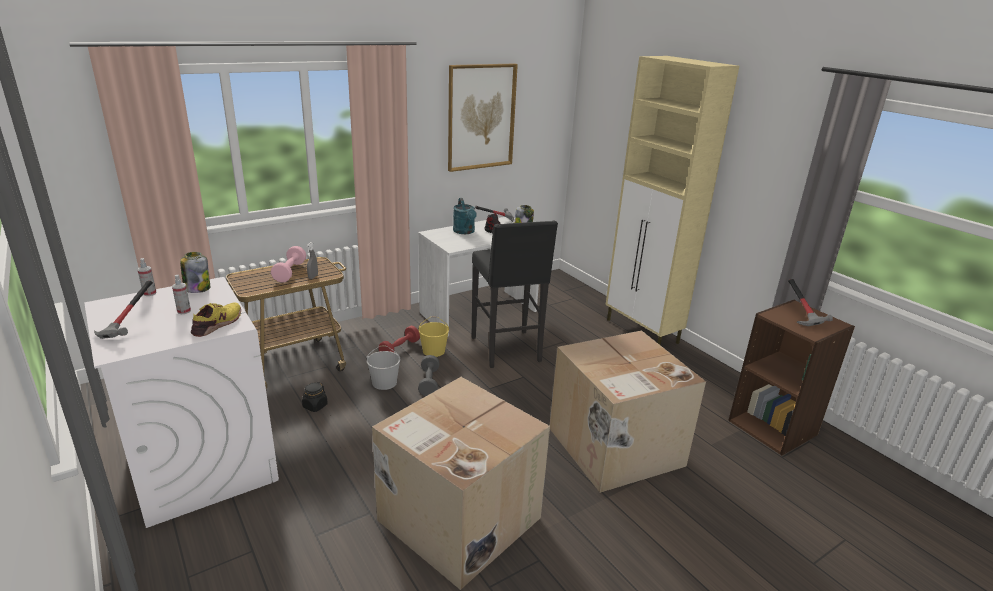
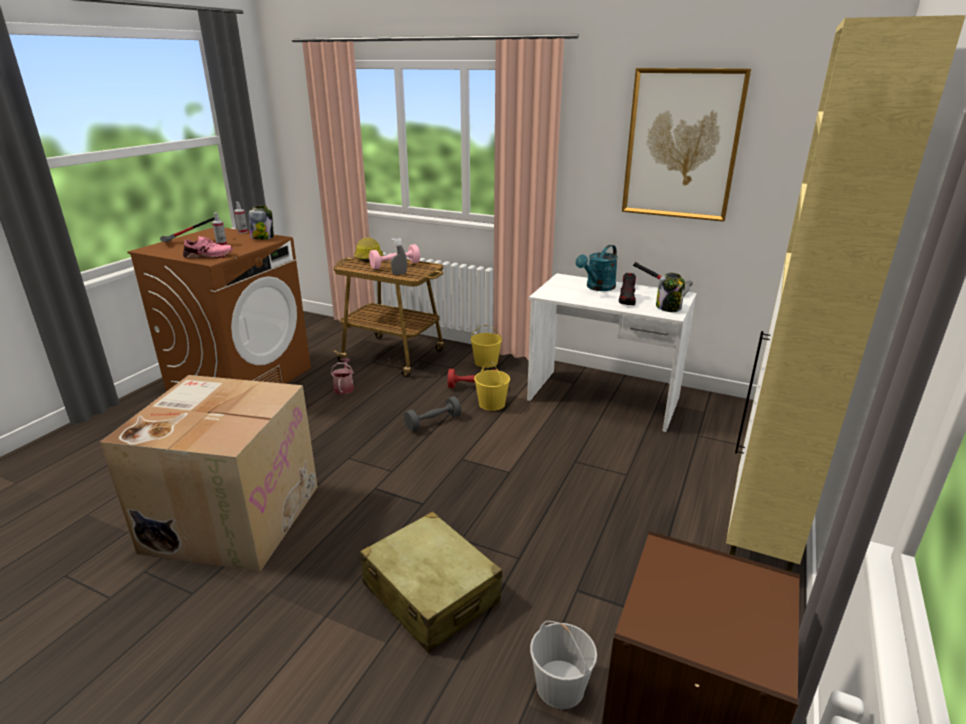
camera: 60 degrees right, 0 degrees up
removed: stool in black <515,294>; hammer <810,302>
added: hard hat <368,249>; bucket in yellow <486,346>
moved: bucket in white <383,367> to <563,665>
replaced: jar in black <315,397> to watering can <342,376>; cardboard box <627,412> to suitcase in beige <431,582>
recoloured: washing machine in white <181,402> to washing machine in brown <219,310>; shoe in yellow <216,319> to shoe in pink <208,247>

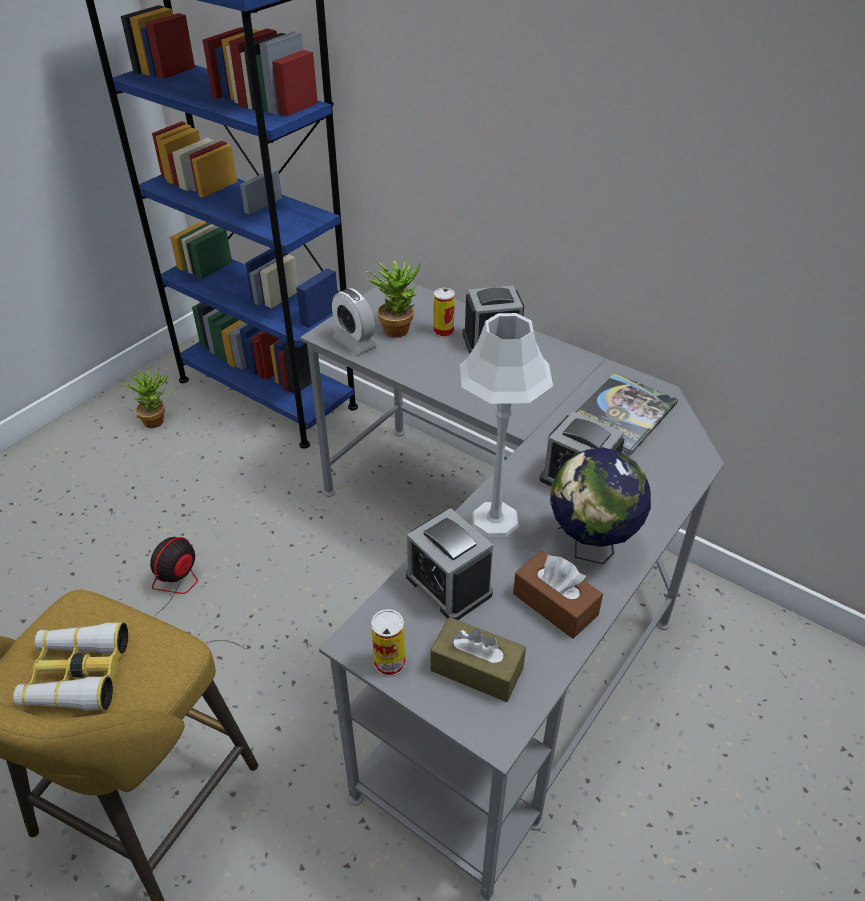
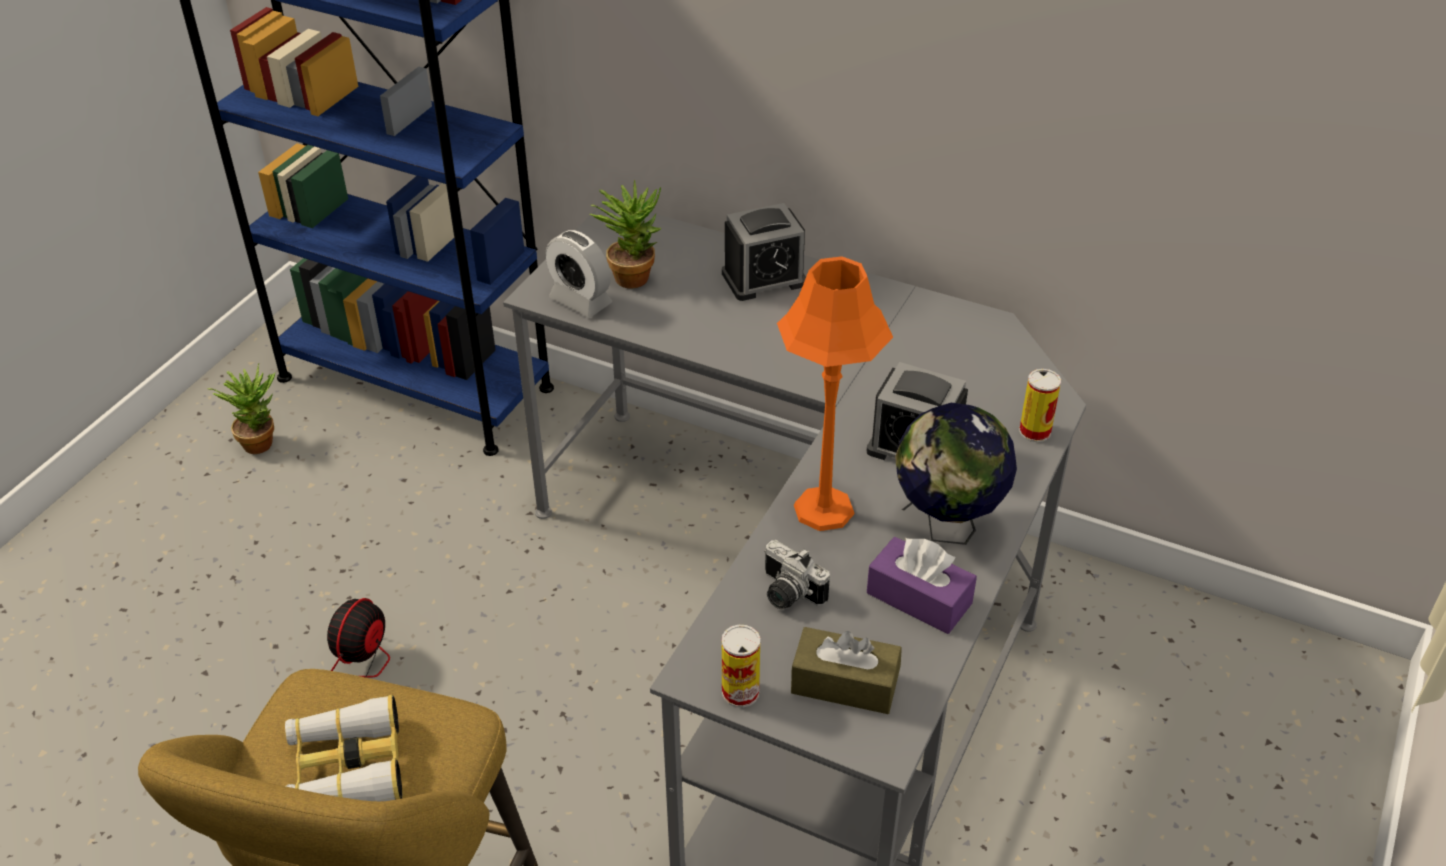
camera: 10 degrees left, 0 degrees up
removed: book <626,414>
moved: can <444,313> to <1040,405>
replaced: alarm clock <449,564> to photo camera <797,574>
recoloured: table lamp in grey <506,425> to table lamp in orange <835,393>; tissue box in brown <558,595> to tissue box in purple <922,585>

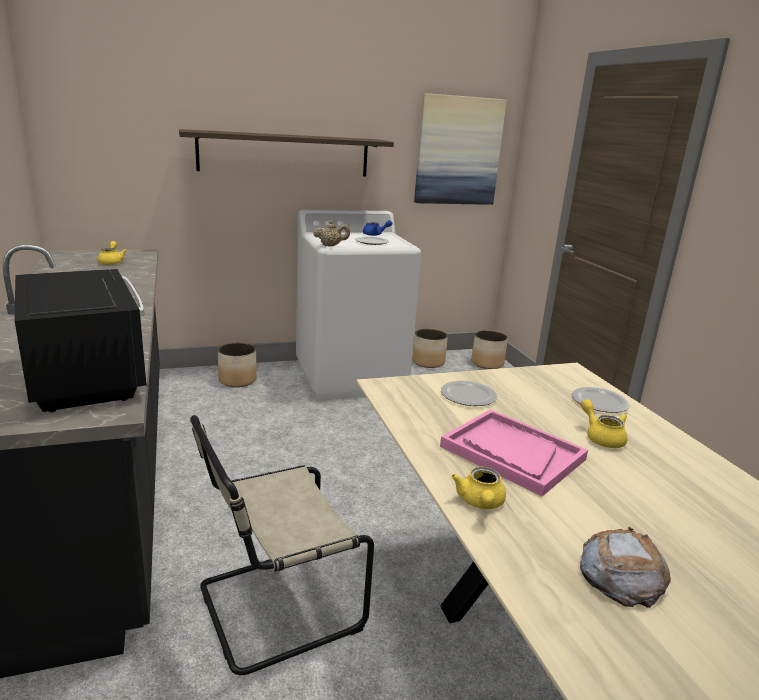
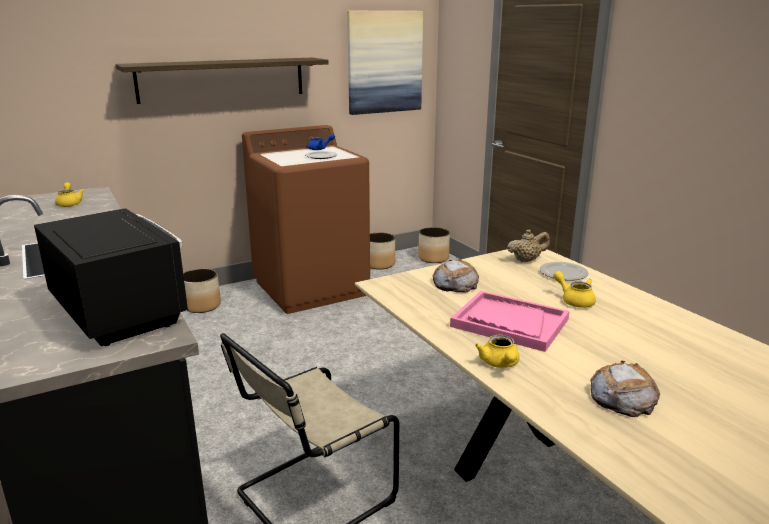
camera: 10 degrees left, 0 degrees up
moved: teapot in beige <331,233> to <528,245>
replaced: plate <469,393> to bread <456,276>
recoloured: washing machine in white <358,305> to washing machine in brown <306,219>

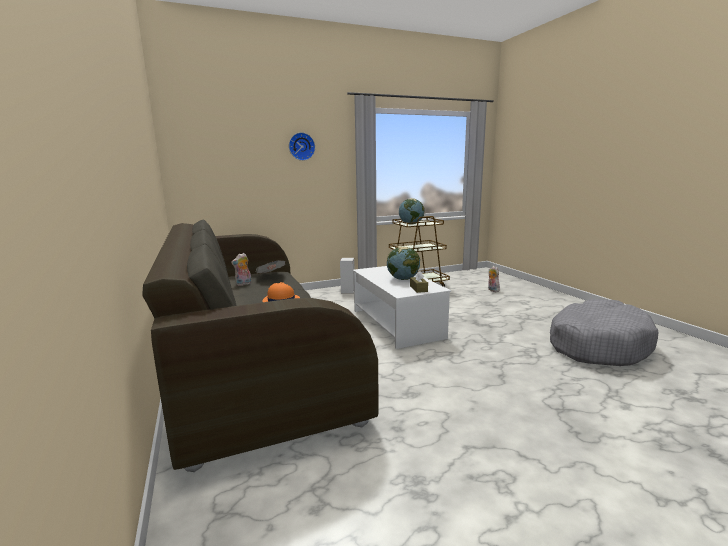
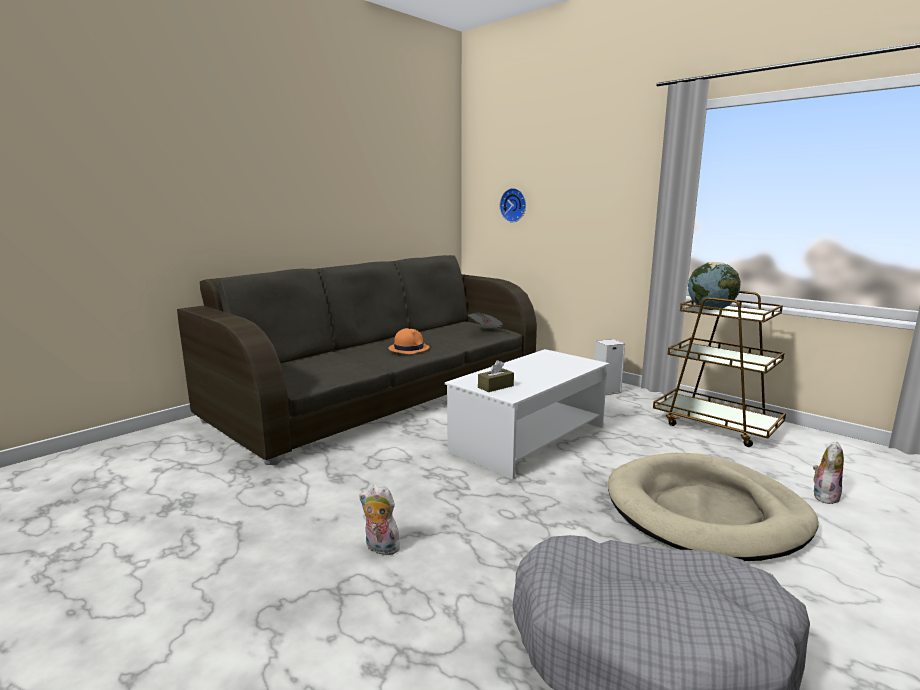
camera: 65 degrees right, 0 degrees up
removed: globe <403,263>
added: dog bed in beige <713,507>
moved: plush toy <241,269> to <379,520>; wall clock <302,146> to <513,205>

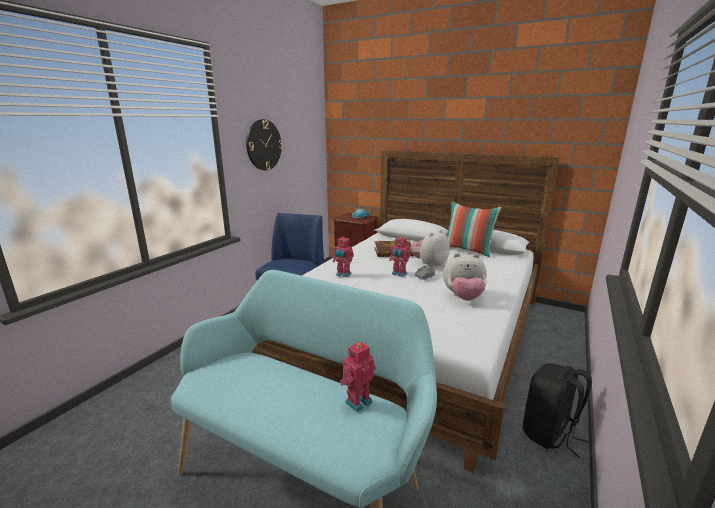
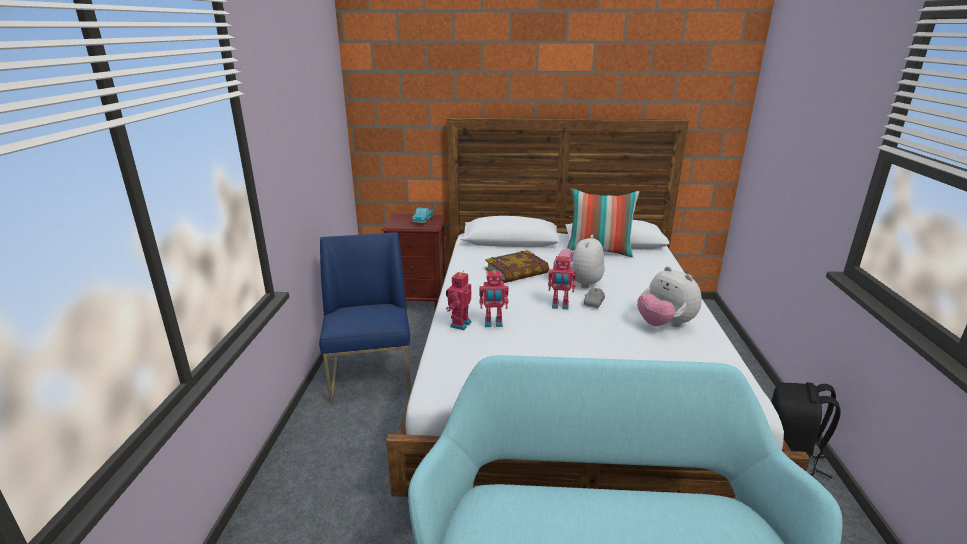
camera: 25 degrees left, 5 degrees up
removed: wall clock <264,144>
moved: toy robot <358,376> to <459,300>
turned: plush toy <465,277> = <669,296> 75 degrees clockwise

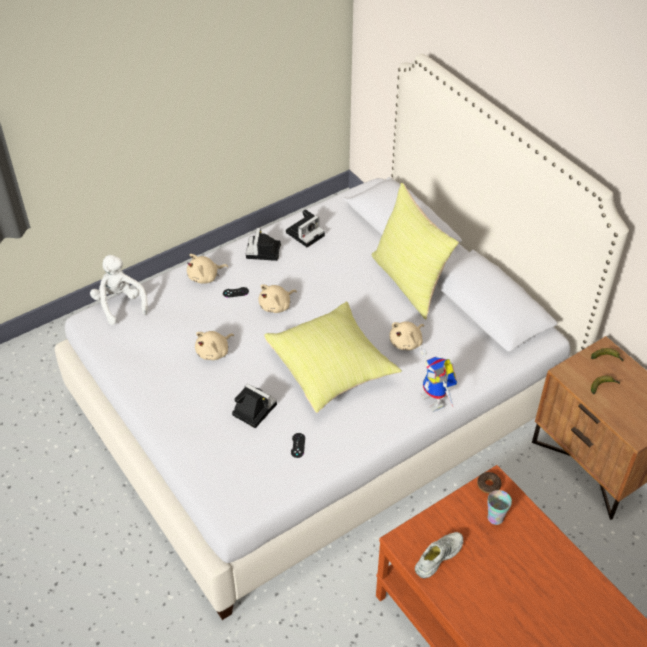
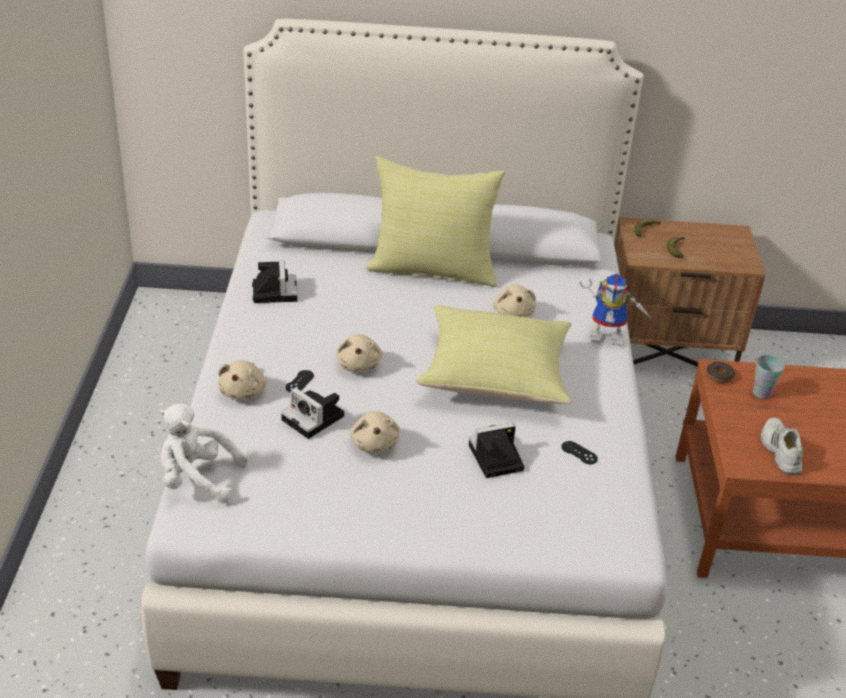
camera: 55 degrees left, 10 degrees down
moved: photo camera <263,244> to <312,413>

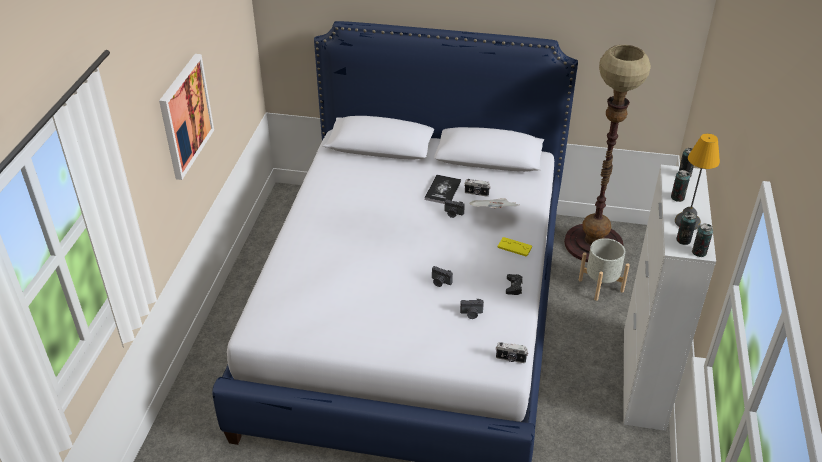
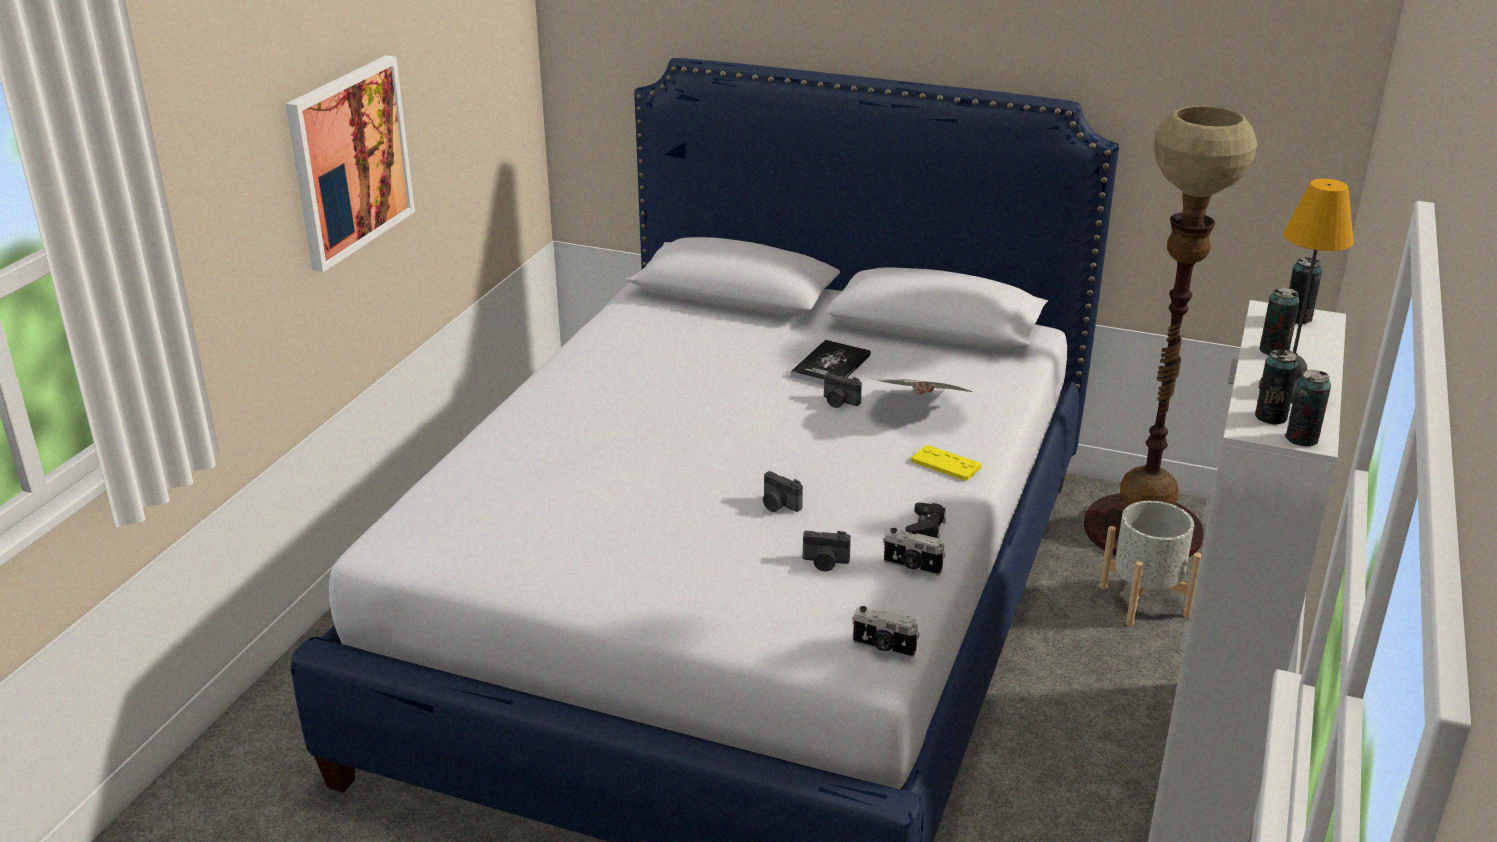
camera: 10 degrees right, 10 degrees down
moved: photo camera <477,188> to <914,552>

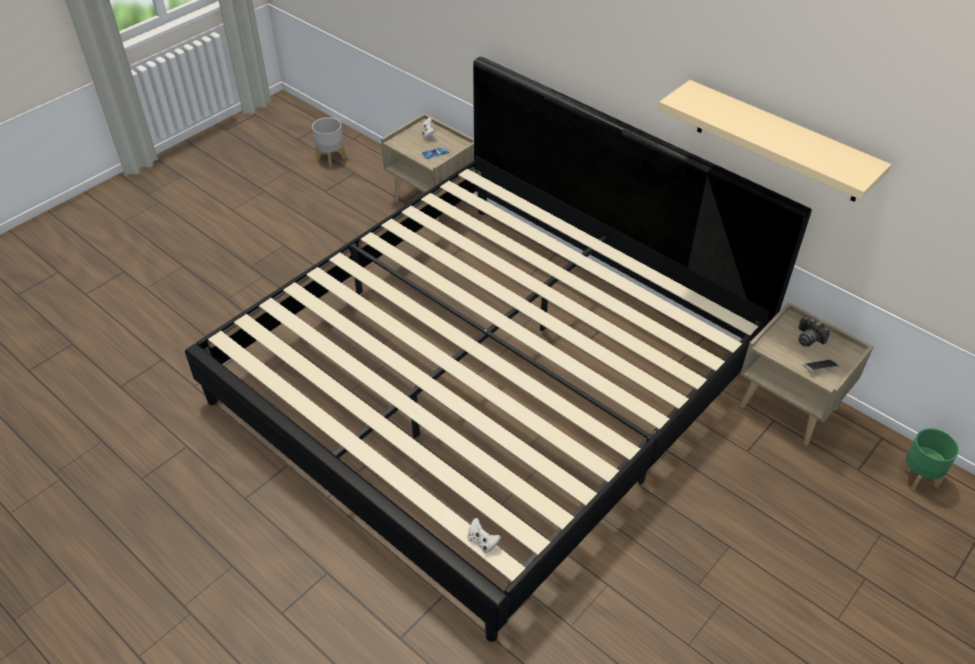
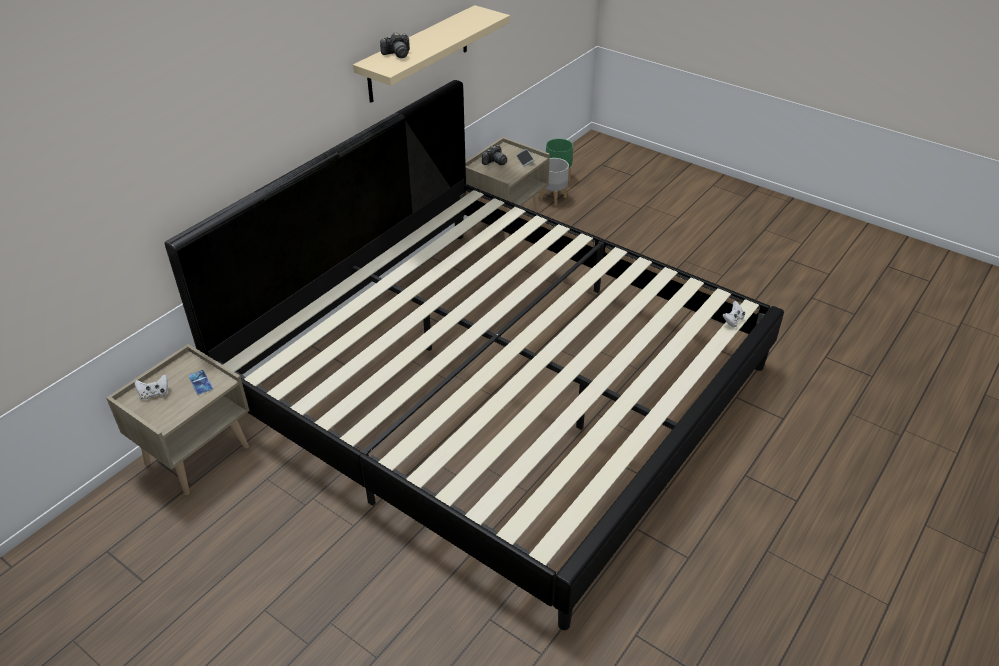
camera: 95 degrees left, 5 degrees down
added: photo camera <395,45>
moved: planter in grey <329,142> to <554,182>

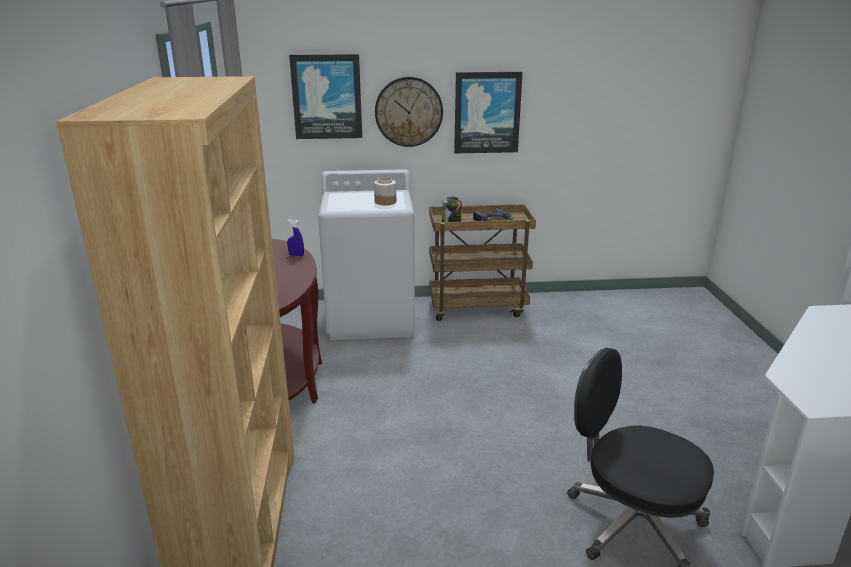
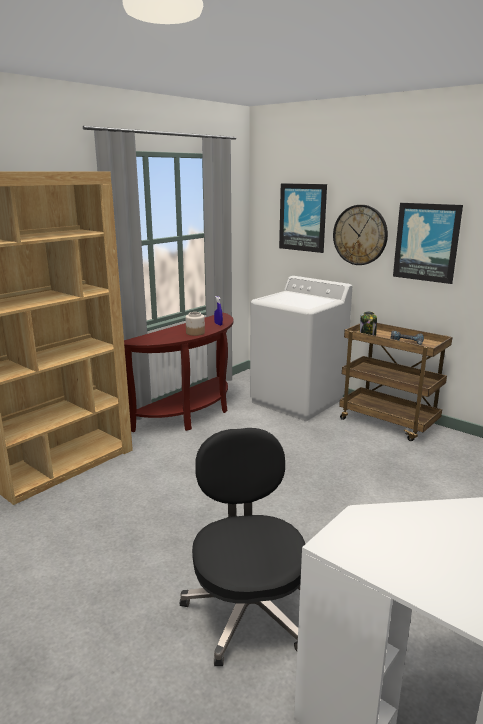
camera: 45 degrees right, 5 degrees down
moved: jar <385,191> to <195,324>

